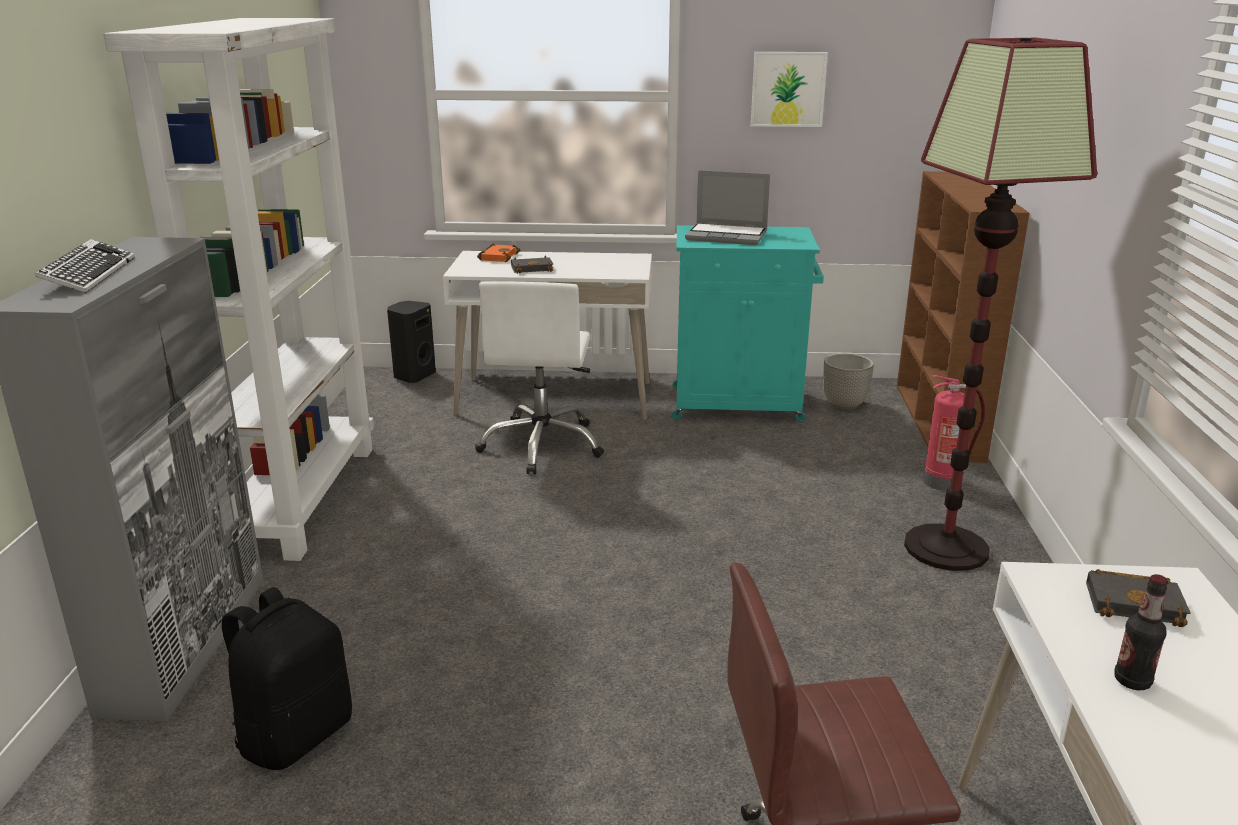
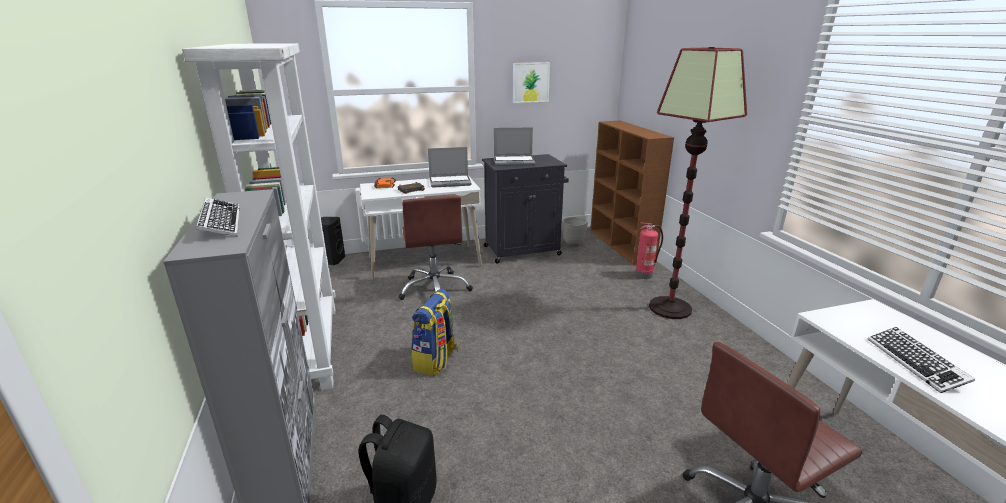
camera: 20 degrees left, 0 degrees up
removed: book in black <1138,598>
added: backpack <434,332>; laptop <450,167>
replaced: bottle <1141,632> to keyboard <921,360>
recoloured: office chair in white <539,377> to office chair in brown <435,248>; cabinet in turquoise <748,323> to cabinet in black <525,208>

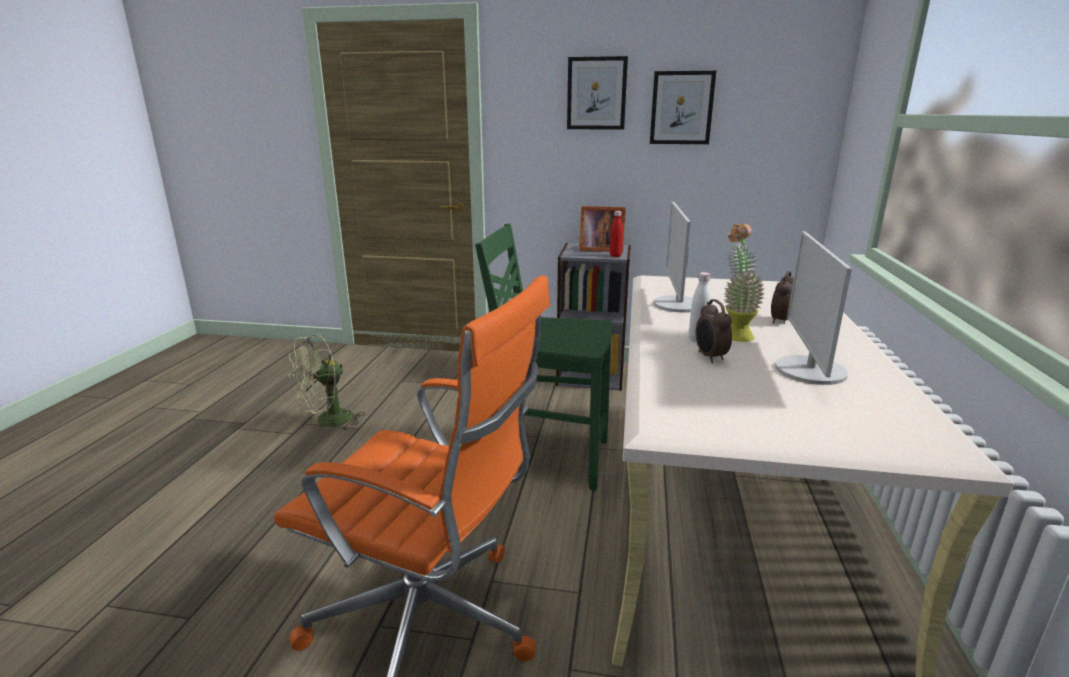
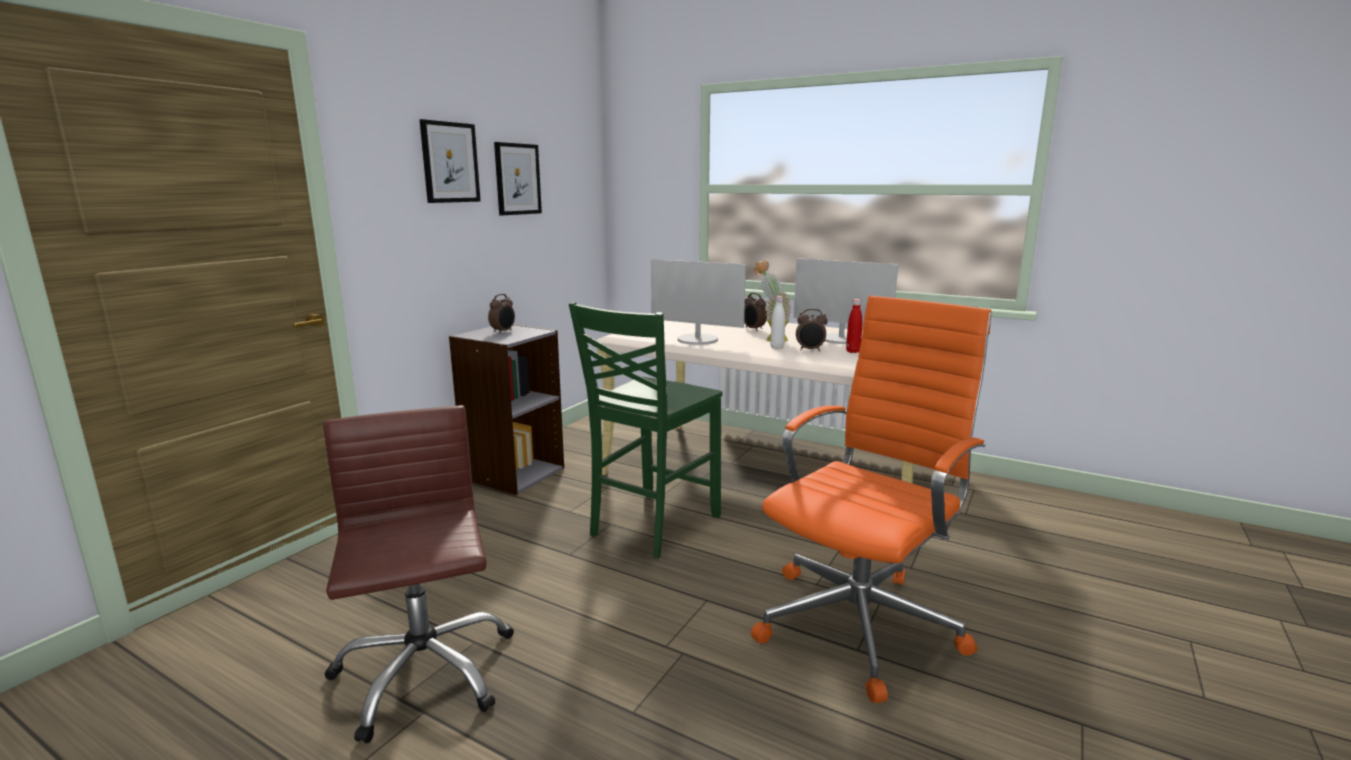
camera: 70 degrees left, 5 degrees down
moved: bottle in red <616,234> to <854,326>
replaced: fan in green <327,382> to office chair in brown <418,574>; picture frame <602,229> to alarm clock <501,314>

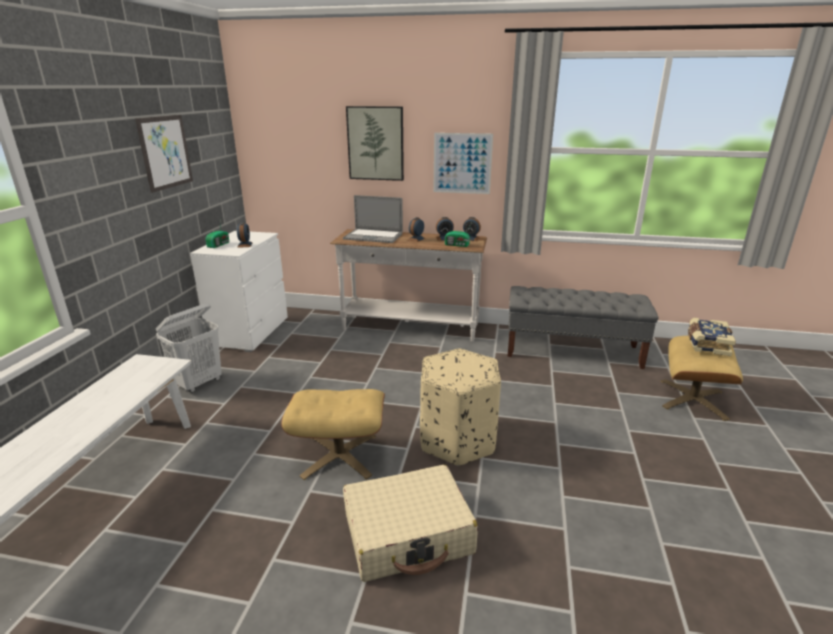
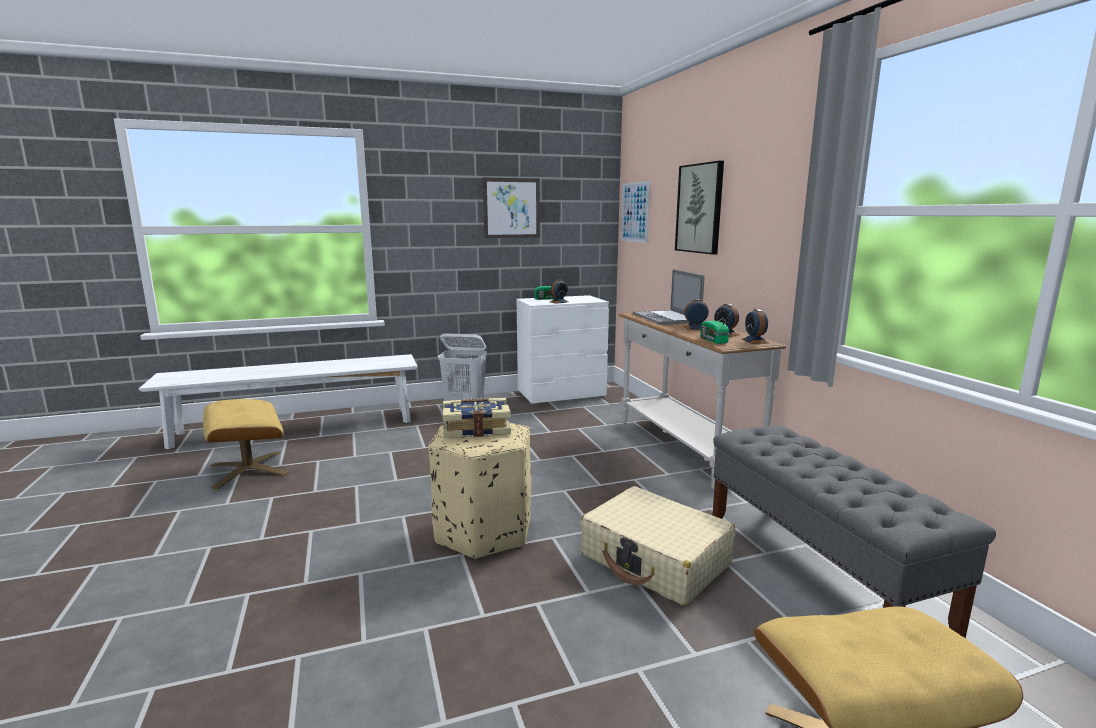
camera: 60 degrees right, 10 degrees down
moved: ottoman in beige <333,434> to <245,444>; suitcase in beige <410,523> to <657,546>; picture <463,163> to <635,212>; book <712,336> to <477,418>

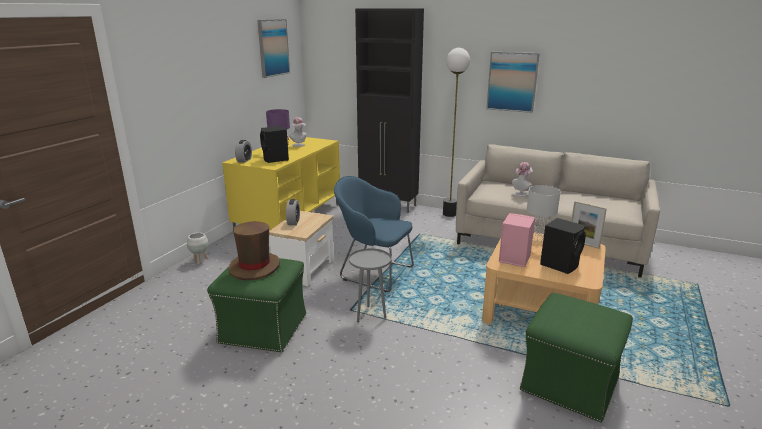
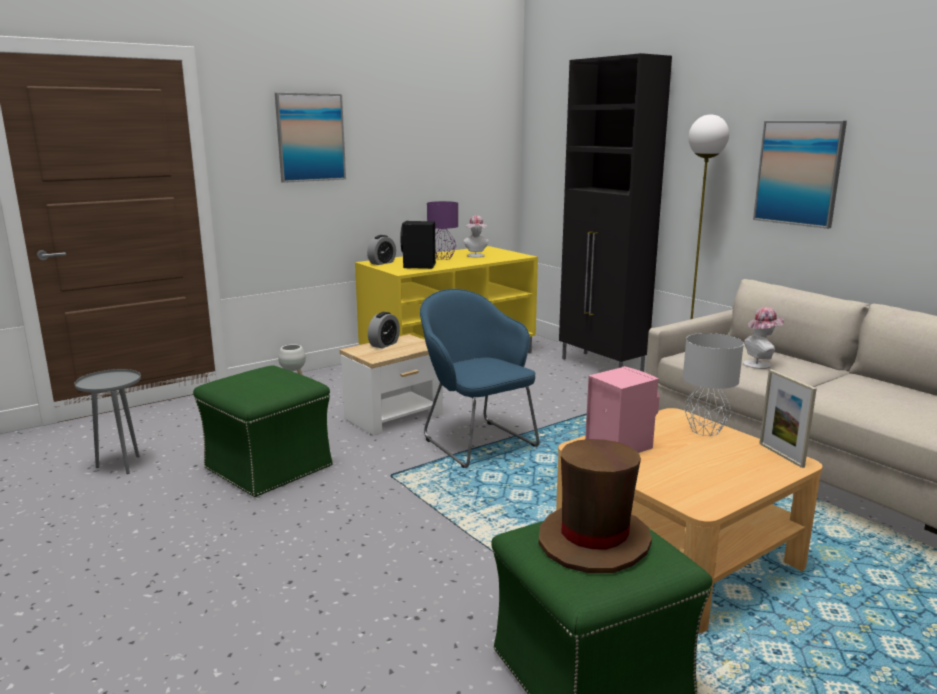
camera: 30 degrees right, 5 degrees down
removed: speaker in black <563,246>
moved: hat in brown <254,251> to <595,506>; picture <273,48> to <310,138>; side table in grey <370,285> to <108,421>

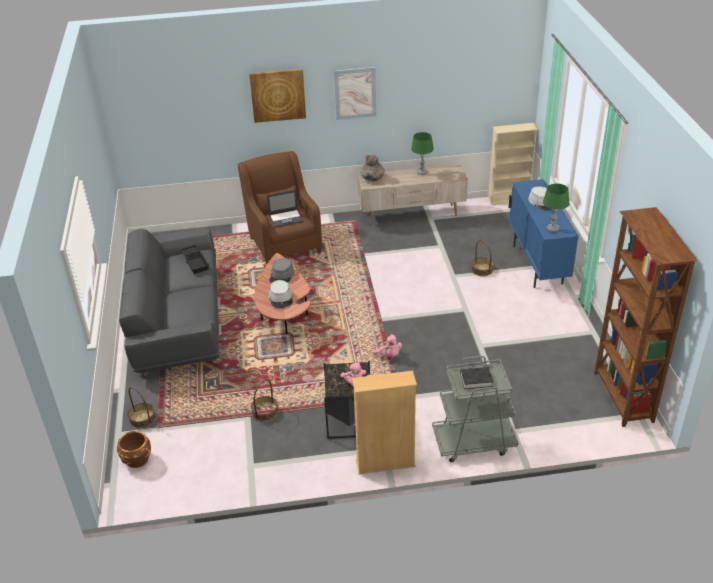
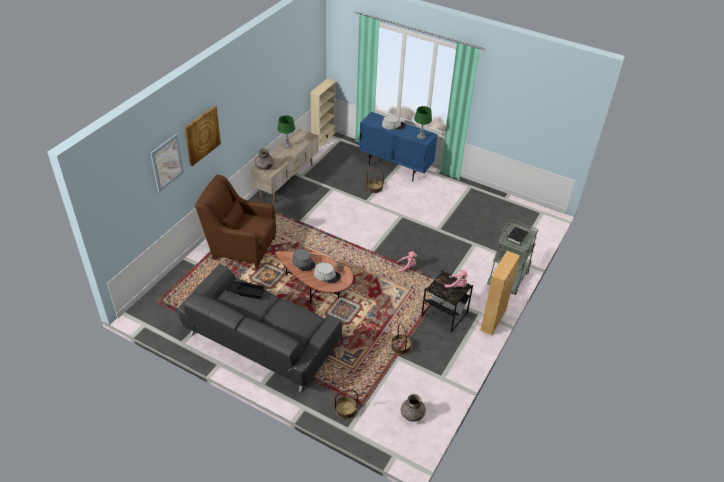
camera: 55 degrees left, 5 degrees up
removed: planter in brown <134,449>; laptop <285,209>; bookcase in brown <645,317>
added: vase in grey <413,408>
moved: picture <355,93> to <167,163>

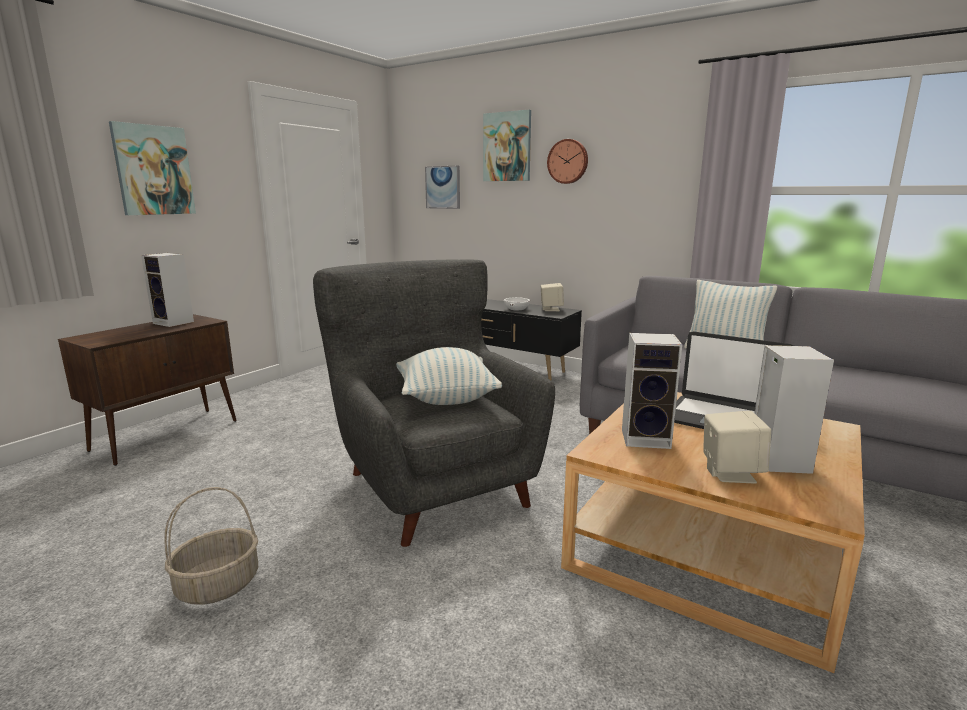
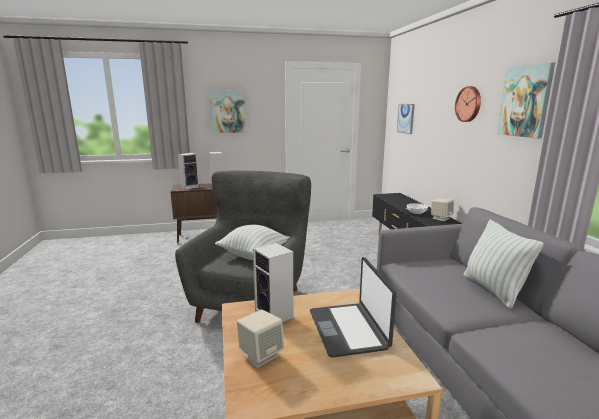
camera: 45 degrees right, 0 degrees up
removed: basket <211,546>
moved: picture <507,145> to <526,101>; speaker <794,409> to <188,171>

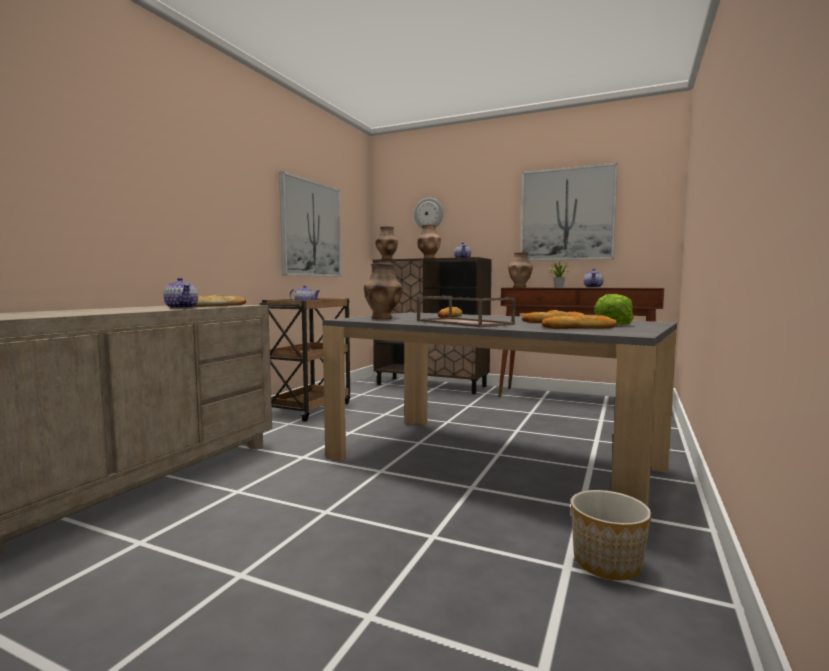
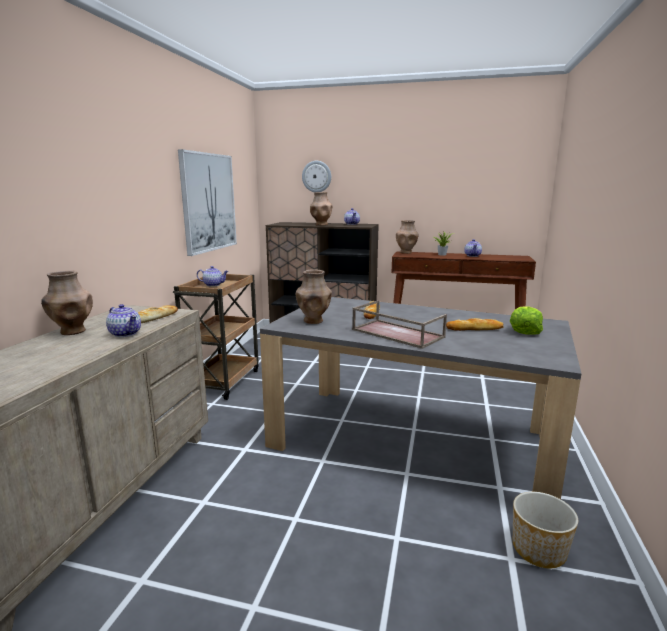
camera: 10 degrees left, 10 degrees up
removed: picture <569,212>; bread <580,321>
moved: vase in brown <386,242> to <67,302>

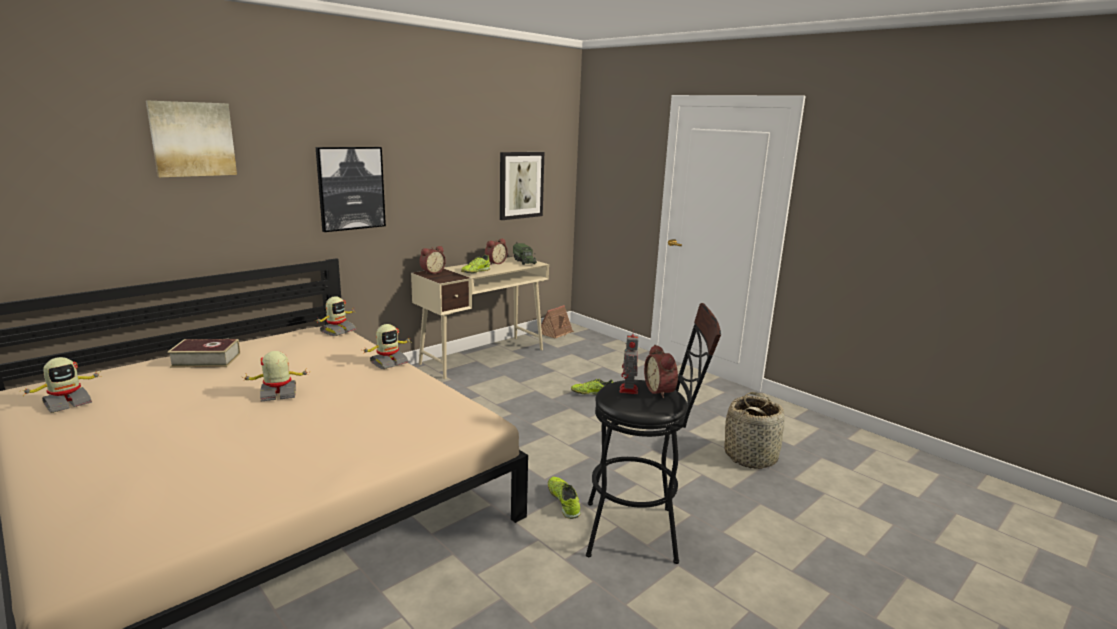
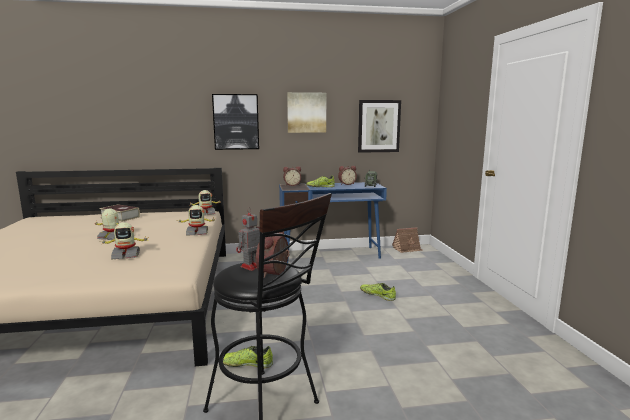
camera: 35 degrees right, 5 degrees down
removed: basket <754,430>
moved: toy robot <61,385> to <125,240>; picture <191,138> to <306,112>
recoloured: desk in beige <480,318> to desk in blue <333,222>
turned: shoe <564,498> = <248,357> 105 degrees counterclockwise

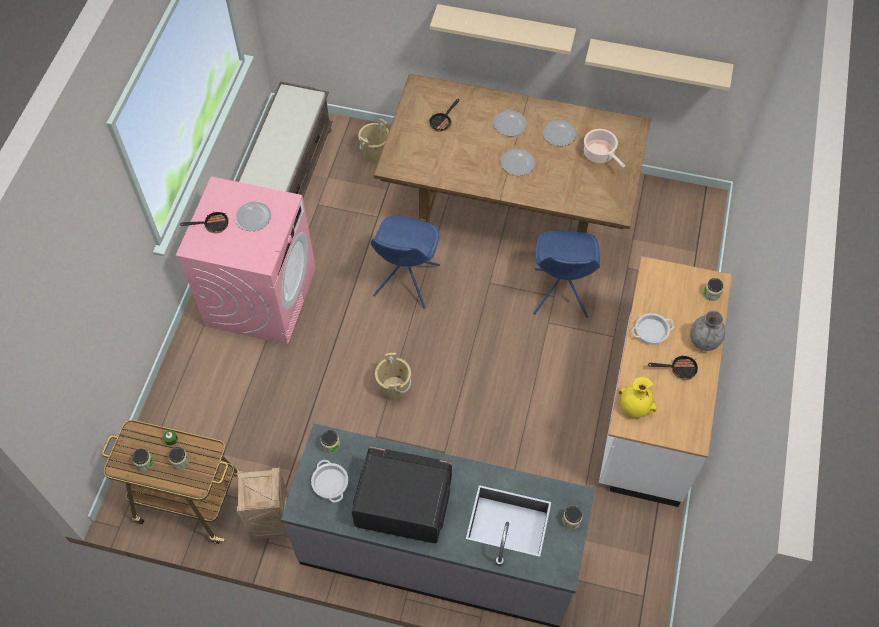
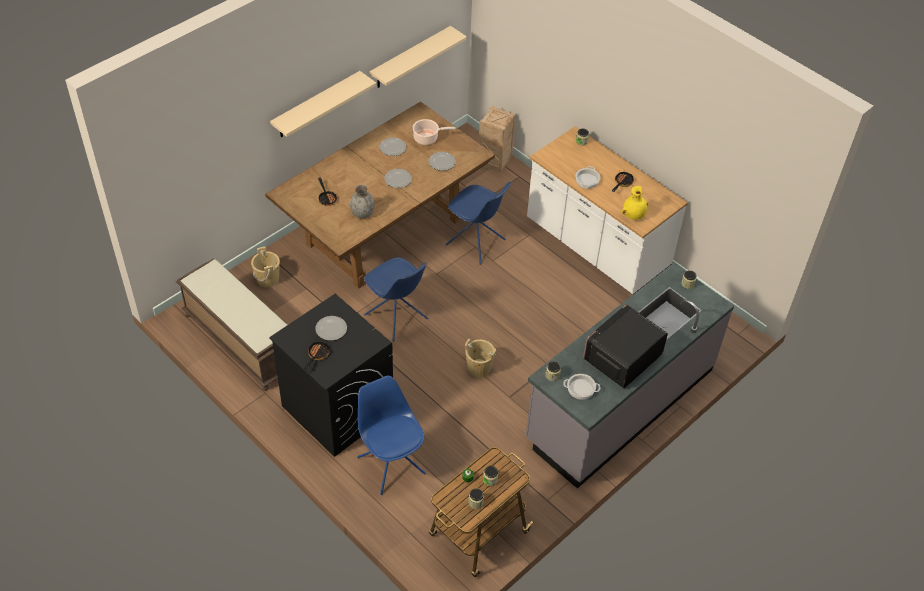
camera: 60 degrees left, 10 degrees down
added: chair in blue <392,435>
moved: crate <263,504> to <497,139>; plate <510,123> to <442,161>; vase in grey <707,330> to <362,201>
recoloured: washing machine in pink <246,261> to washing machine in black <331,375>

